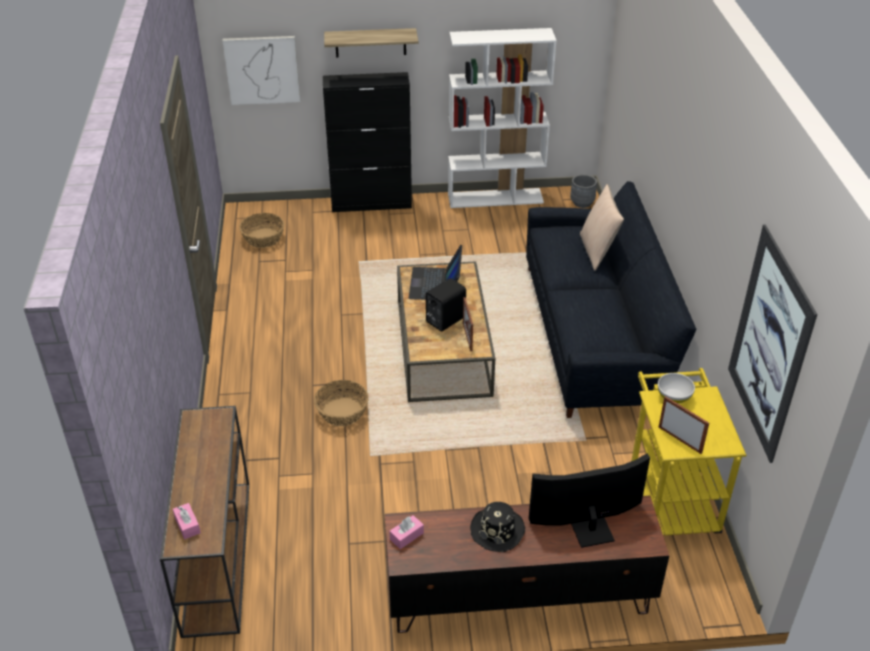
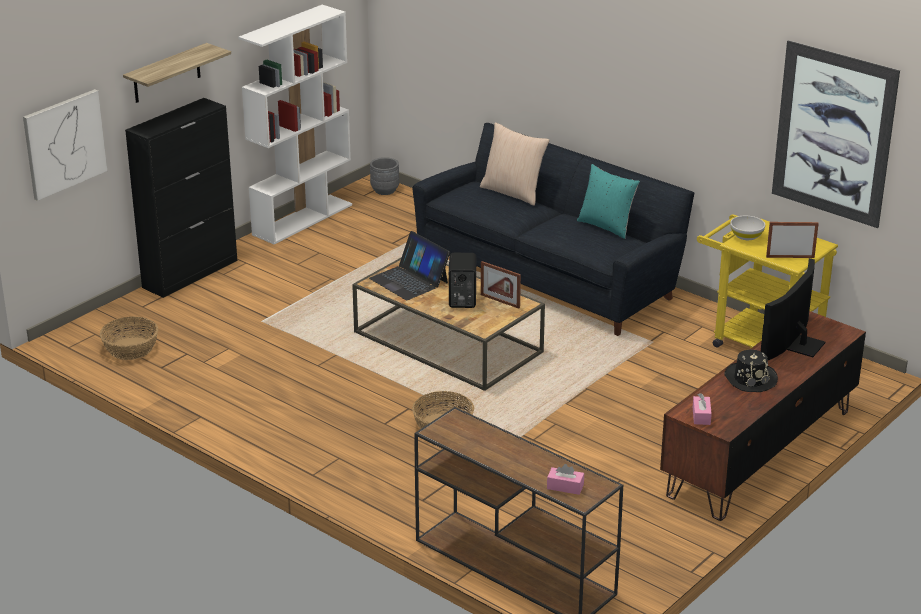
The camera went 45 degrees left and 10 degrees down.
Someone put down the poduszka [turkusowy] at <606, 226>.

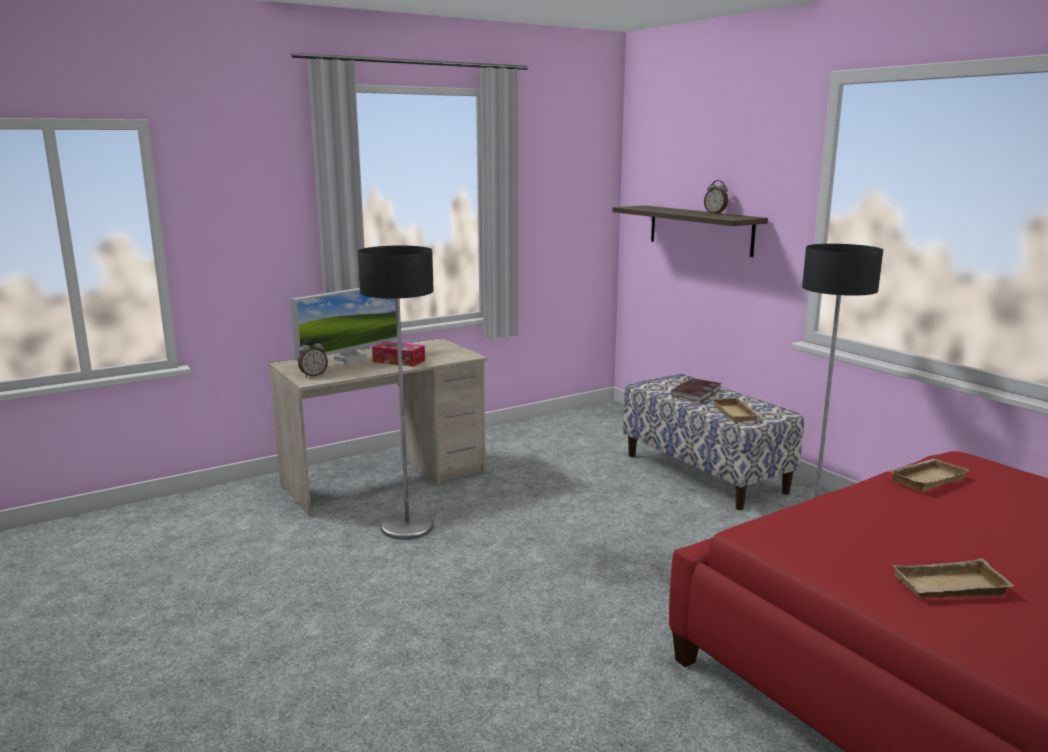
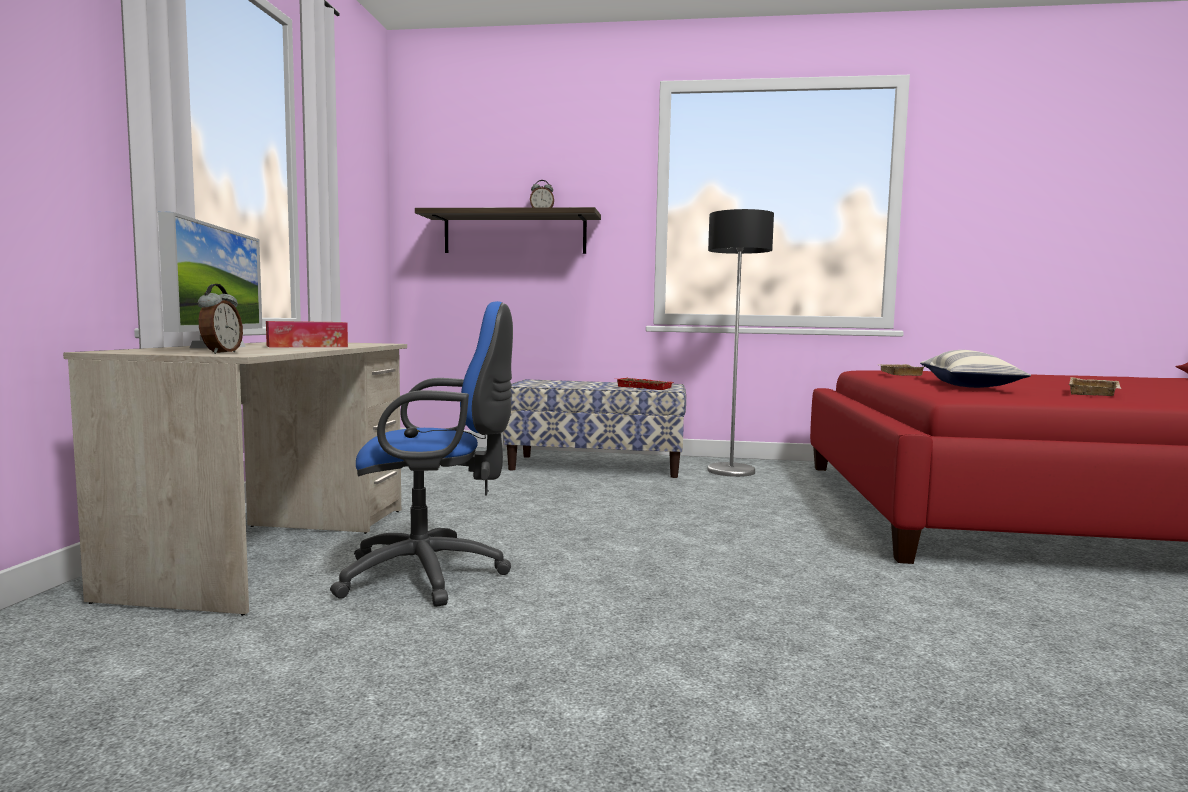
The camera went 50 degrees left and 10 degrees down.
Someone swapped the lampa stojąca at <407, 527> for the krzesło biurowe [niebieski] at <432, 575>.
Someone took away the książka at <696, 393>.
Someone repainted the taca [beżowy] at <737, 414>, which became the taca [czerwony] at <646, 387>.
Someone put down the poduszka at <968, 385>.

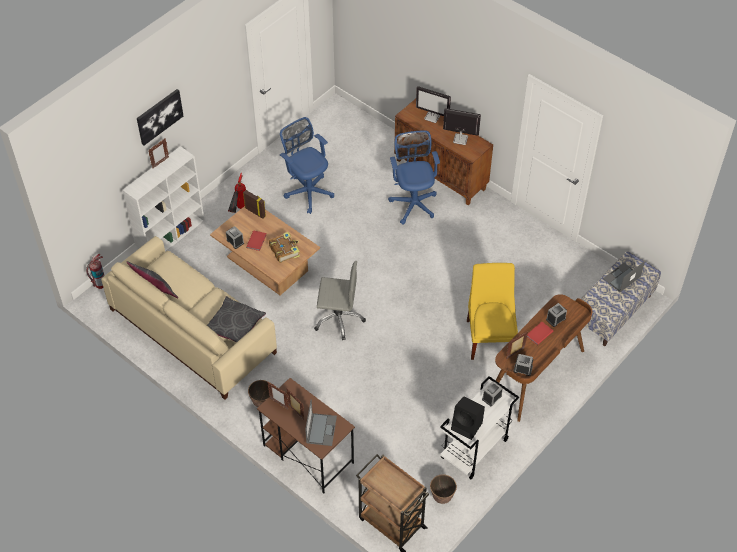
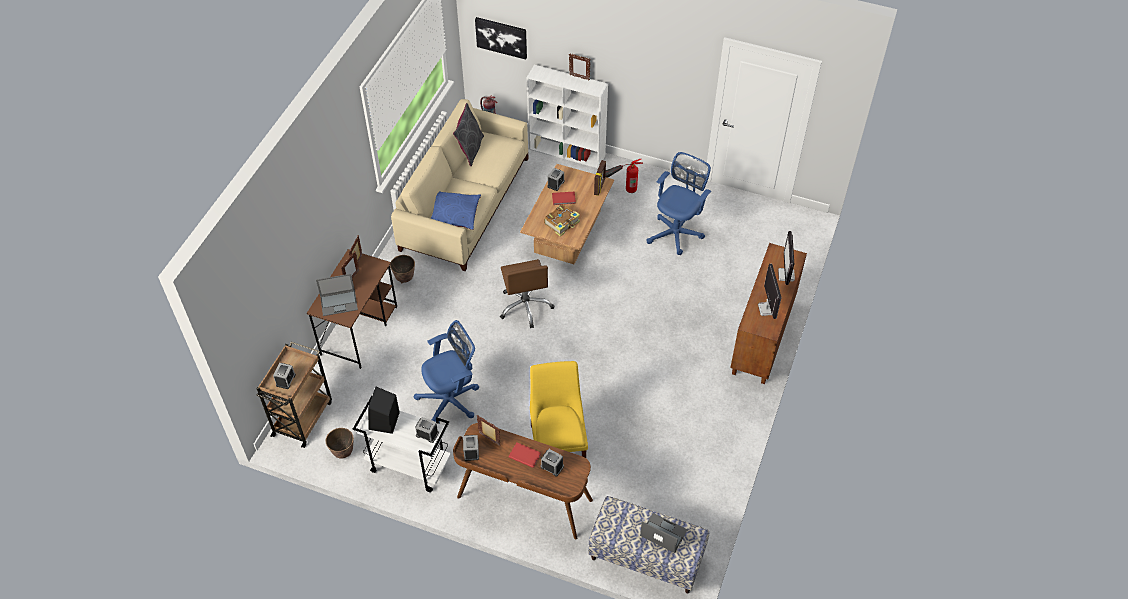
The camera went 70 degrees right and 0 degrees up.
Someone carried the obraz from <159, 116> to <501, 37>.
Someone repainted the poduszka [szary] at <234, 325>, which became the poduszka [niebieski] at <454, 214>.
Someone repainted the krzesło biurowe [szary] at <338, 318>, which became the krzesło biurowe [brązowy] at <525, 306>.
Someone carried the krzesło biurowe [niebieski] from <413, 203> to <451, 400>.
Someone rotated the krzesło [żółty] at <490, 336> by 75 degrees counterclockwise.
Someone put down the budzik at <285, 380>.

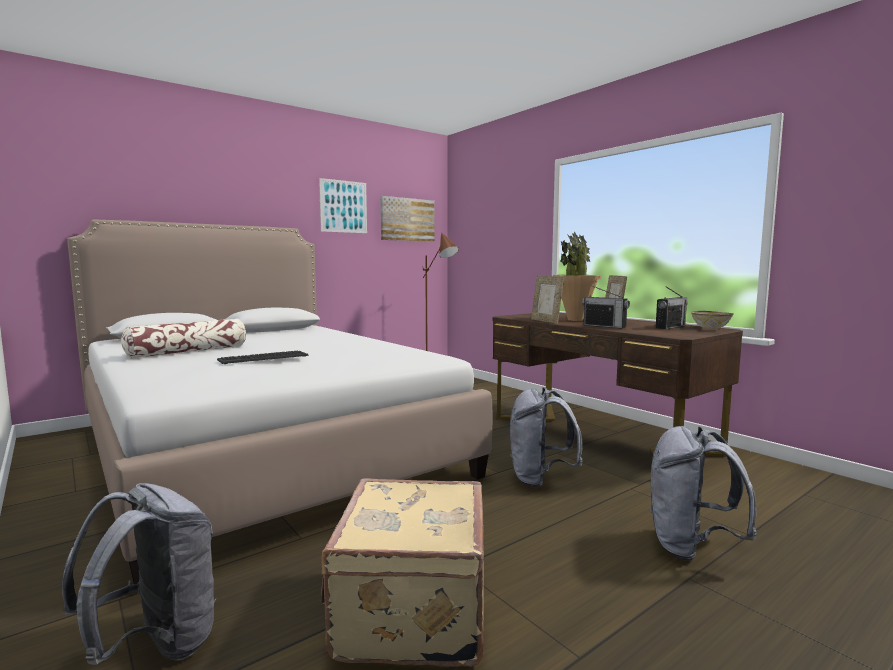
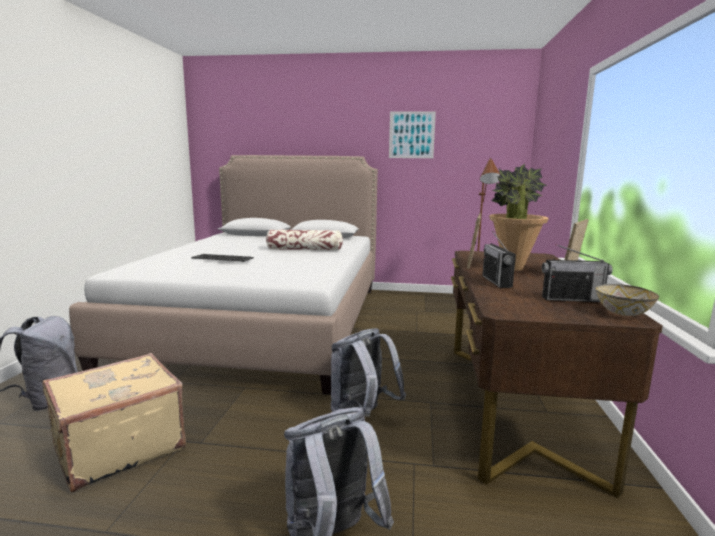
The camera went 45 degrees right and 5 degrees up.
Someone carried the poduszka from <189, 351> to <304, 249>.
Someone took away the obraz at <407, 219>.

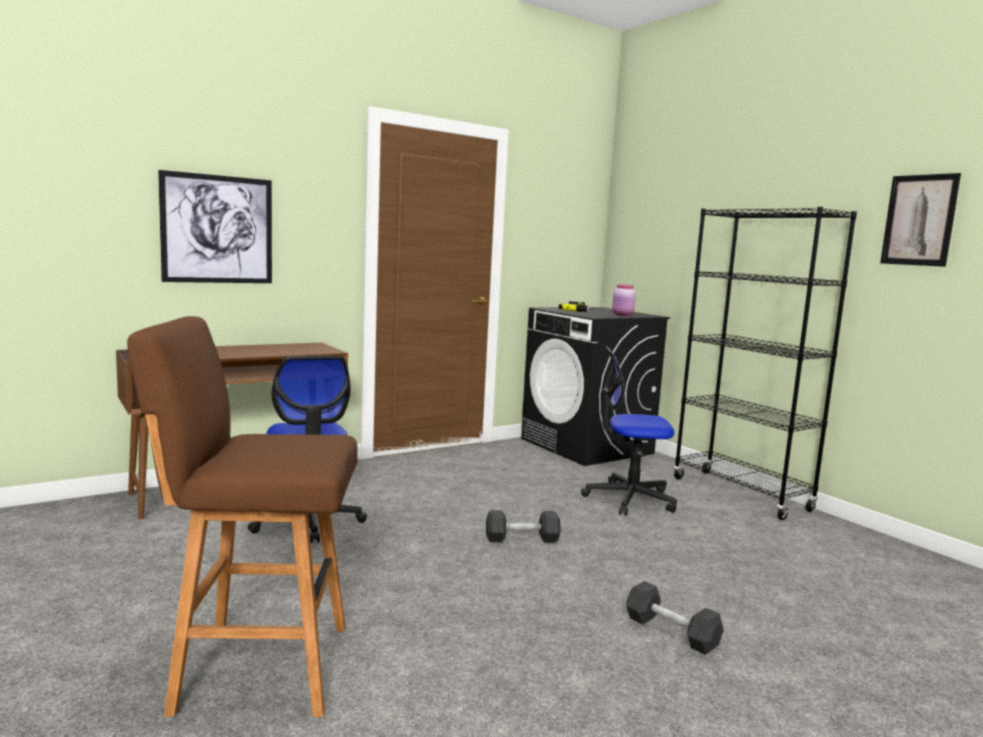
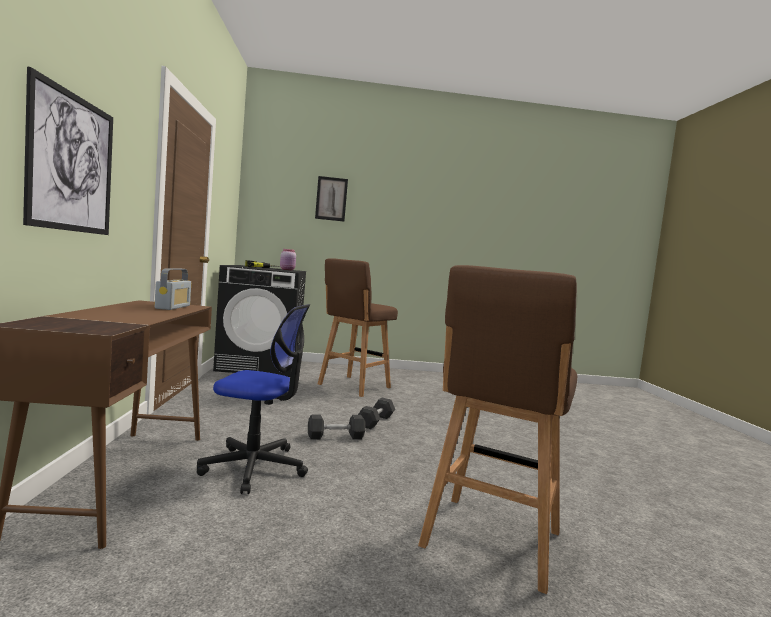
The camera went 60 degrees left and 5 degrees down.
Someone swapped the krzesło biurowe at <629, 499> for the stołek [brązowy] at <352, 386>.
Someone carried the hantel [szary] from <671, 632> to <335, 437>.
Someone took away the regał [czarny] at <741, 494>.
Someone carried the obraz from <919, 220> to <331, 199>.
Someone put down the radio at <173, 307>.

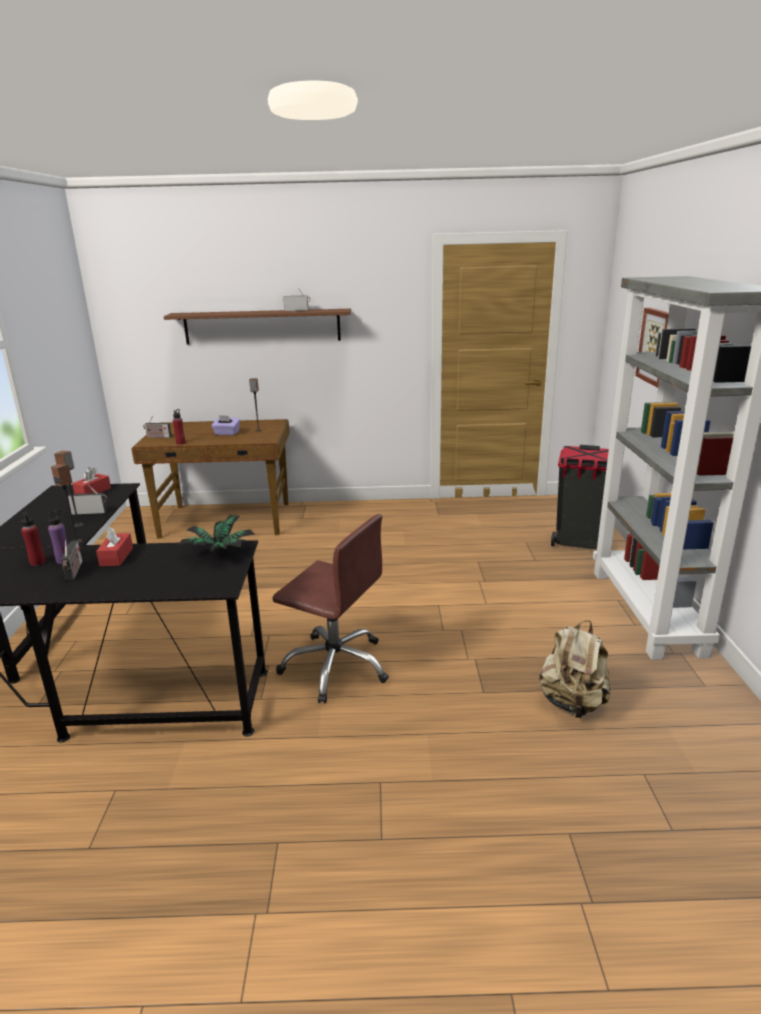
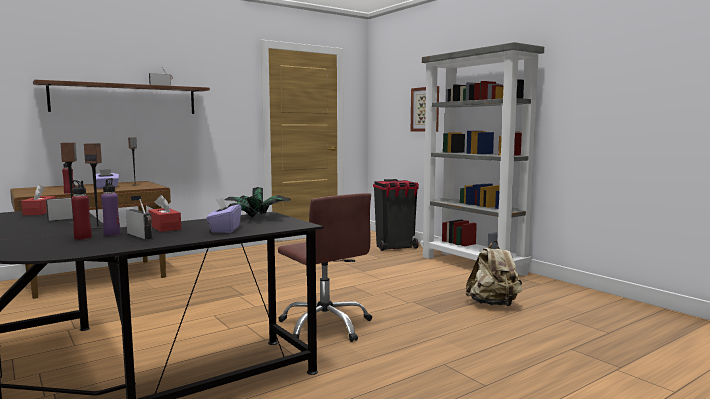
The camera went 35 degrees left and 15 degrees down.
Someone took away the radio at <158, 437>.
Someone rotated the krzesło biurowe [brązowy] at <336, 666> by 60 degrees clockwise.
Someone put down the pudełko chusteczek [fioletowy] at <224, 229>.

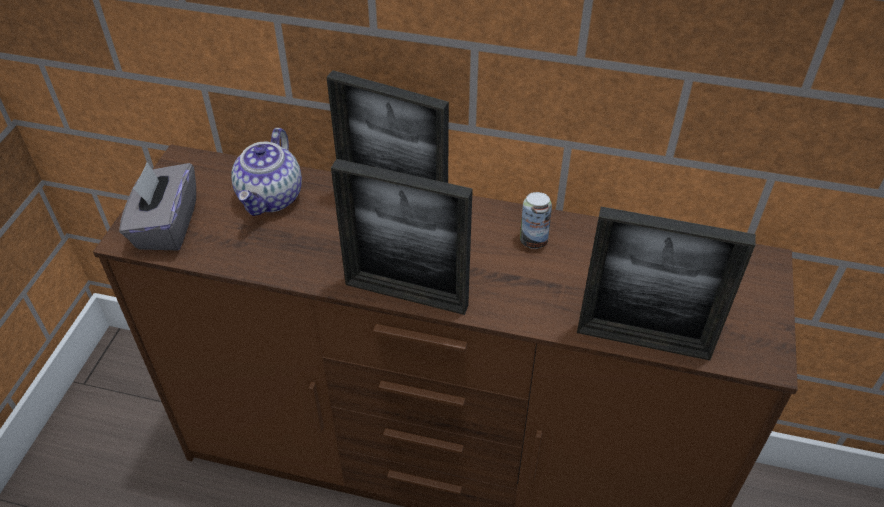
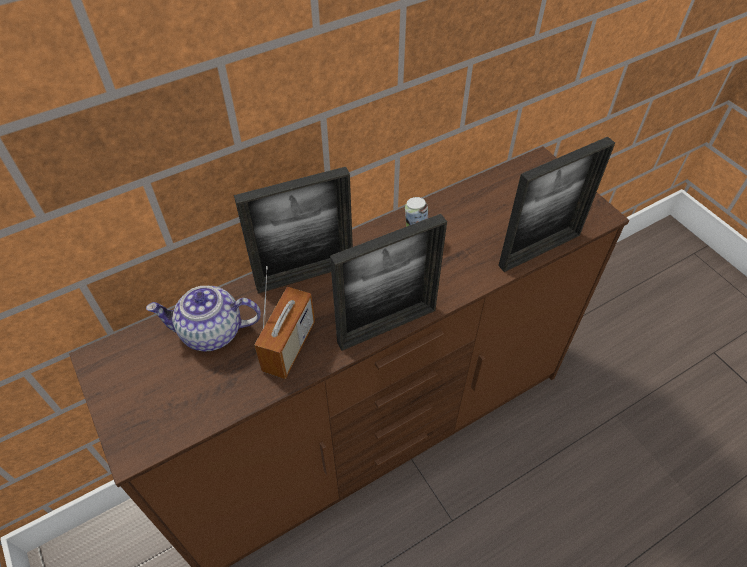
The camera went 45 degrees left and 5 degrees up.
Someone took away the pudełko chusteczek [szary] at <166, 226>.
Someone rotated the imbryk at <271, 198> by 120 degrees clockwise.
Someone put down the radio at <289, 347>.

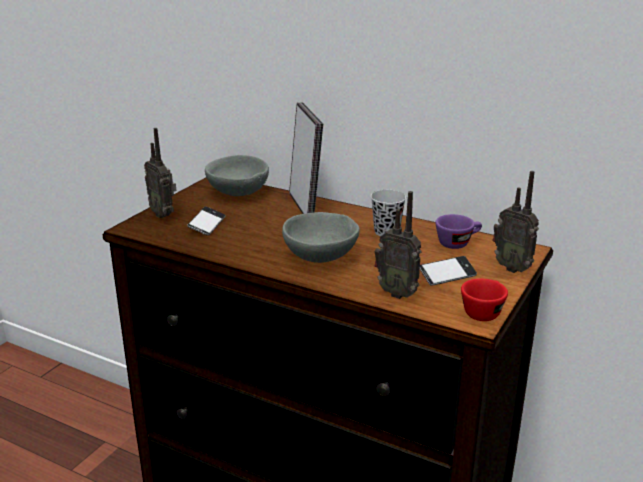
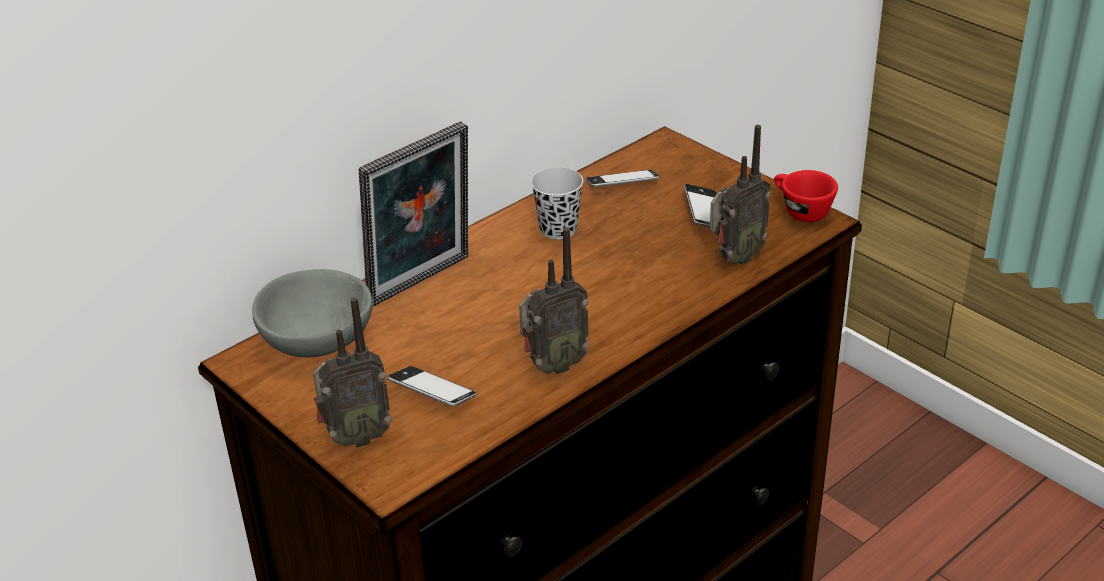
The camera went 70 degrees left and 10 degrees up.
Someone took away the miska [szary] at <320, 257>.
Someone rotated the ramka na zdjęcie at <305, 206> by 135 degrees clockwise.
Someone swapped the filiżanka [fioletowy] at <458, 243> for the telefon at <622, 184>.
Someone carried the radio from <512, 267> to <553, 366>.

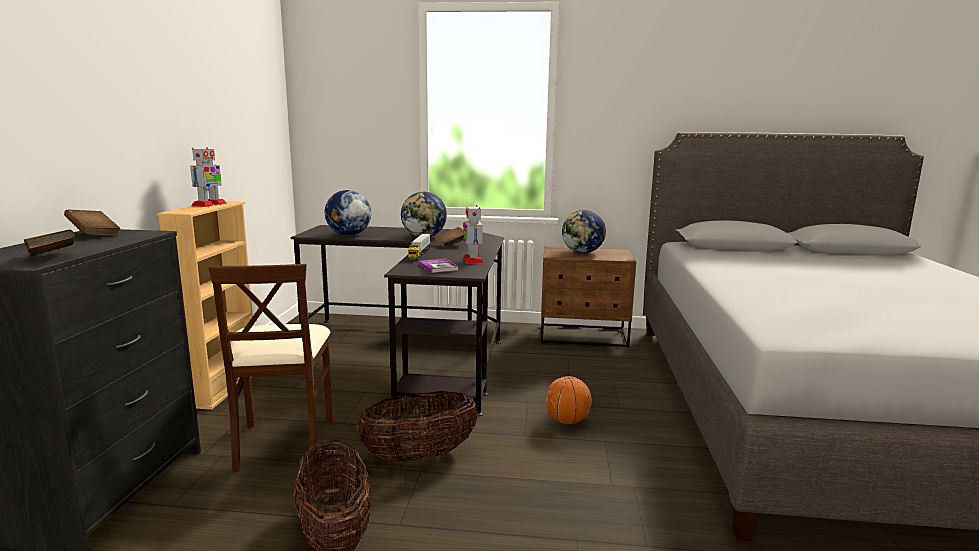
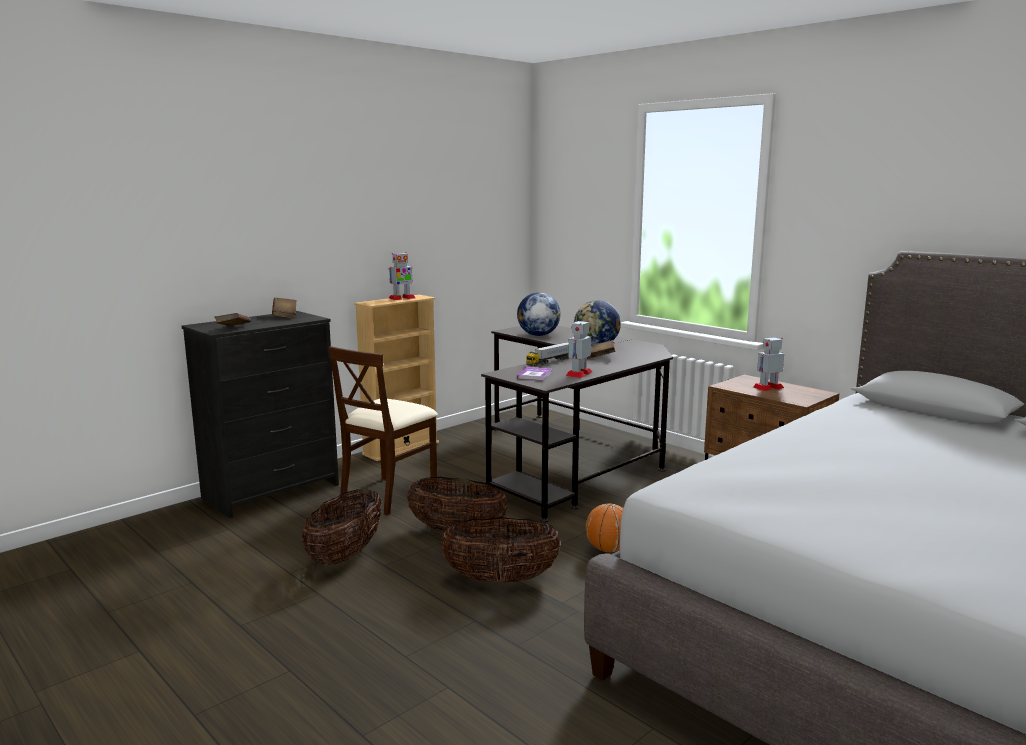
The camera went 40 degrees right and 0 degrees up.
Someone swapped the globus at <582, 252> for the robot zabawkowy at <768, 387>.
Someone put down the koszyk at <501, 579>.

